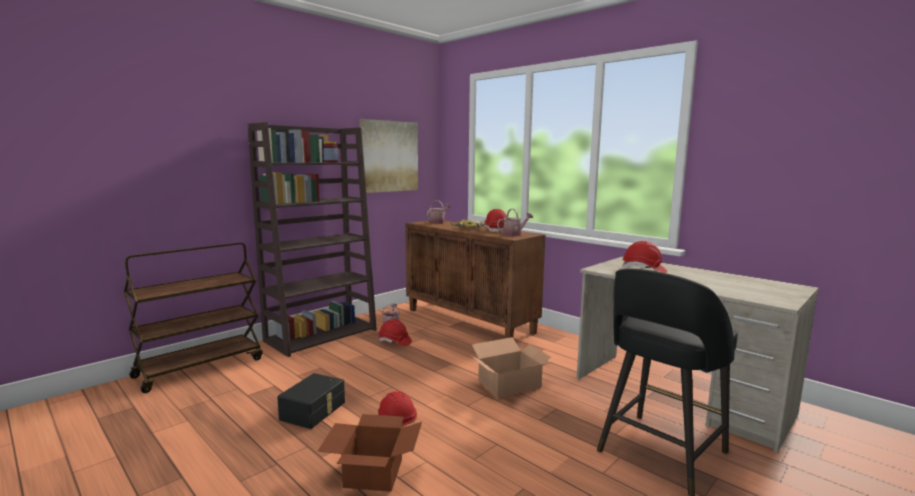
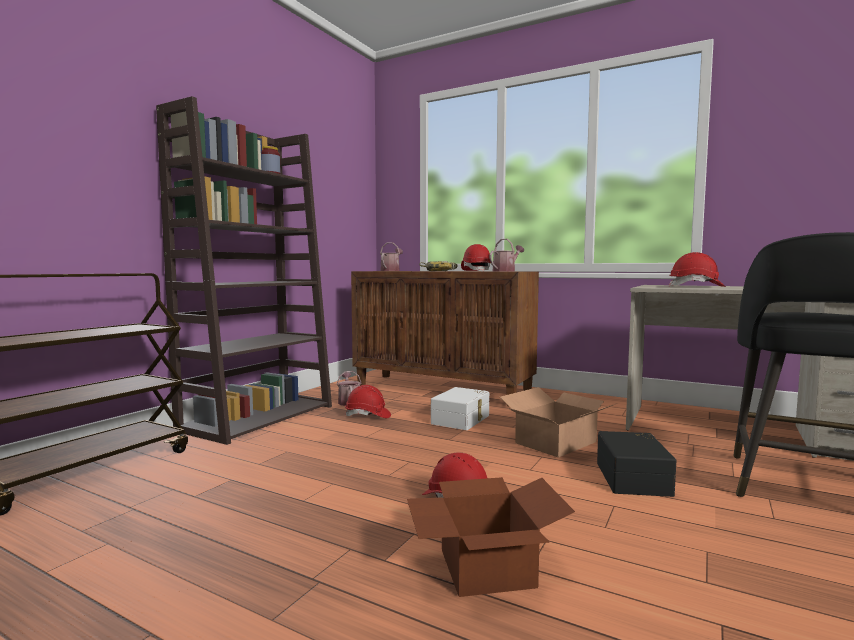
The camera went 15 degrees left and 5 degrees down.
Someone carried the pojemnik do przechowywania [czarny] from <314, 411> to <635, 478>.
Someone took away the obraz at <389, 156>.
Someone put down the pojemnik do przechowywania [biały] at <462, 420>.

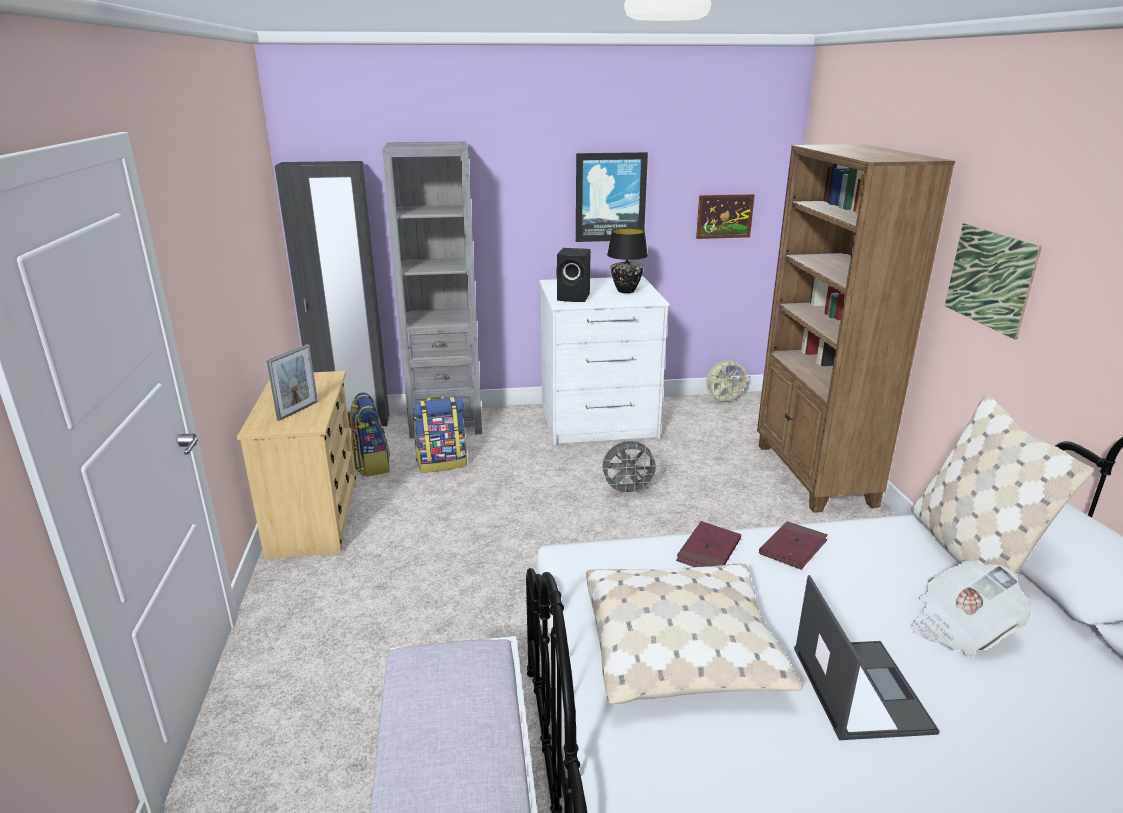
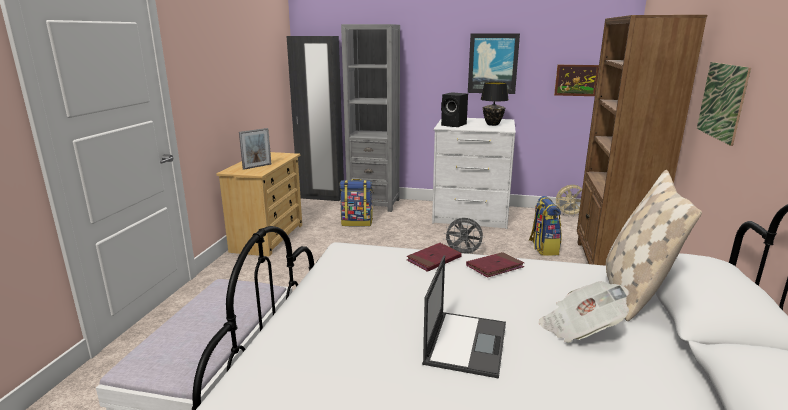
The camera went 20 degrees right and 5 degrees down.
Someone carried the plecak from <371, 464> to <543, 248>.
Someone took away the poduszka [beżowy] at <682, 648>.

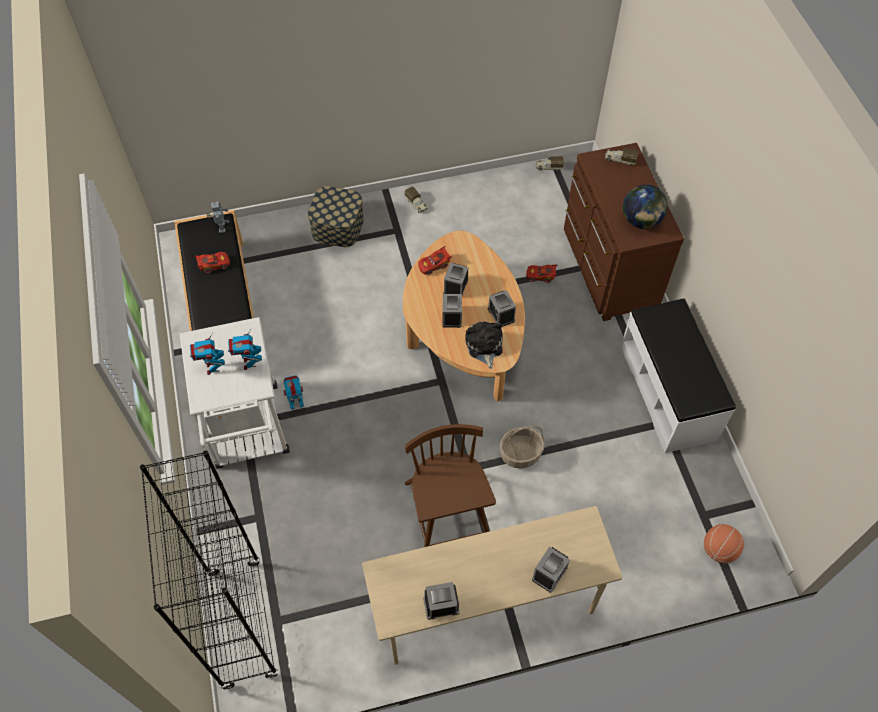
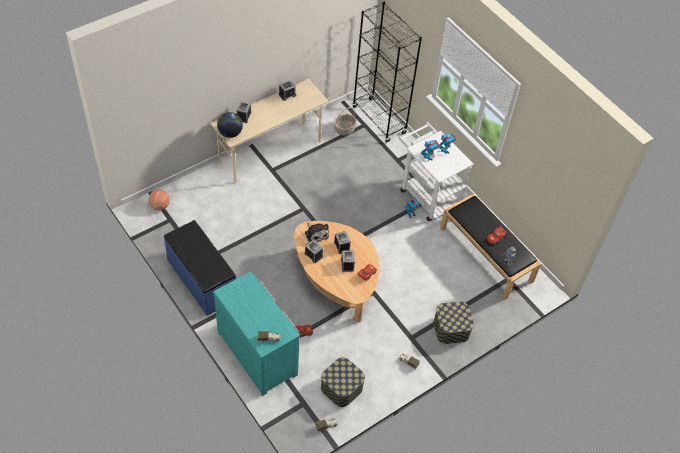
The camera went 155 degrees right and 5 degrees down.
Someone took away the krzesło [brązowy] at <447, 515>.
Someone carried the koszyk from <520, 454> to <344, 129>.
Someone repainted the komoda [brązowy] at <607, 269>, which became the komoda [turkusowy] at <259, 351>.
Someone repainted the ławka [biały] at <668, 392>, which became the ławka [niebieski] at <201, 279>.
Someone carried the globus from <640, 221> to <230, 133>.
Someone put down the pojemnik do przechowywania at <341, 387>.

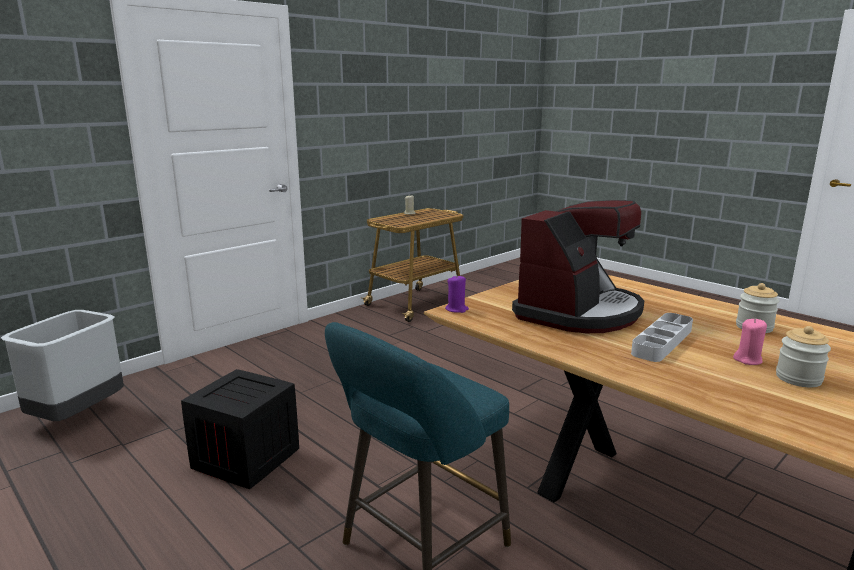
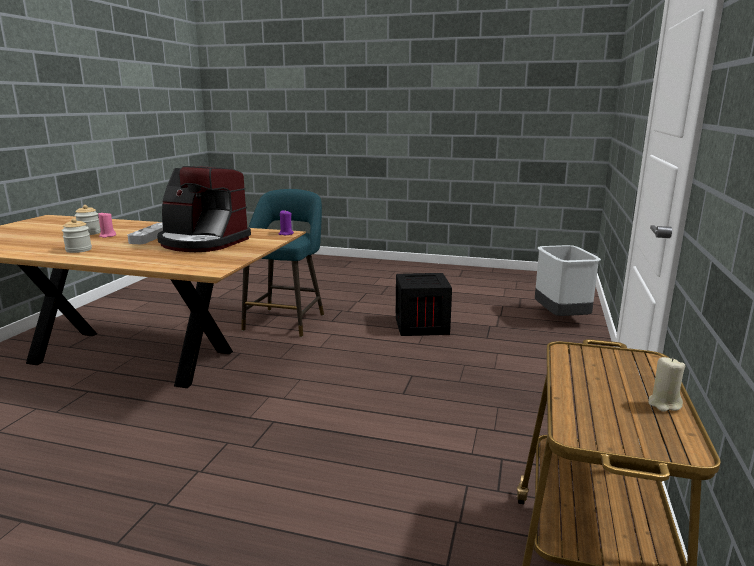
The camera went 150 degrees right and 0 degrees up.
Someone rotated the ekspres do kawy at <579, 312> by 75 degrees counterclockwise.

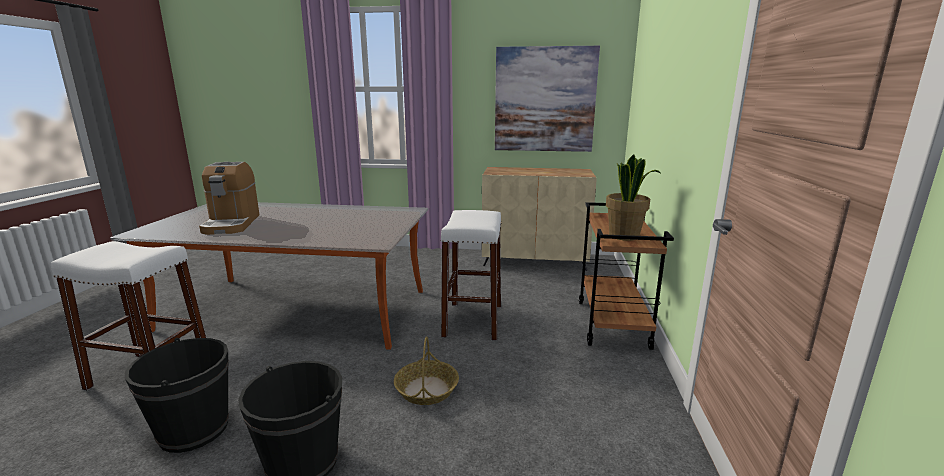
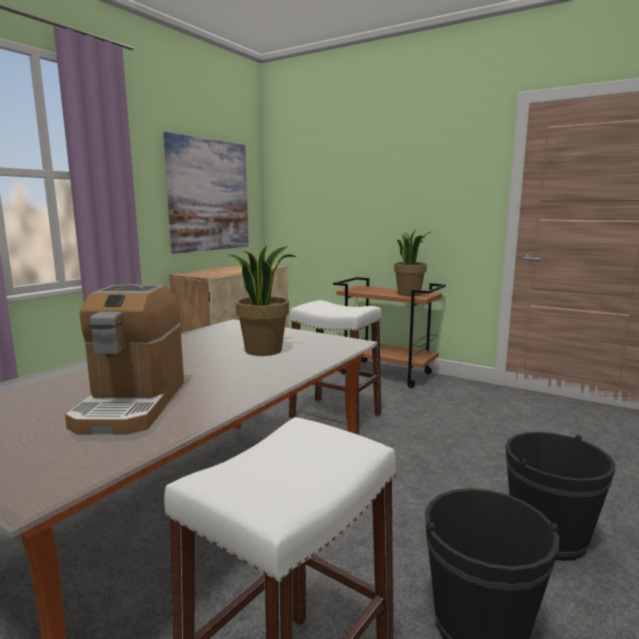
The camera went 65 degrees left and 5 degrees down.
Someone rotated the ekspres do kawy at <232, 224> by 75 degrees clockwise.
Someone took away the koszyk at <427, 390>.
Someone put down the roślina doniczkowa at <263, 350>.

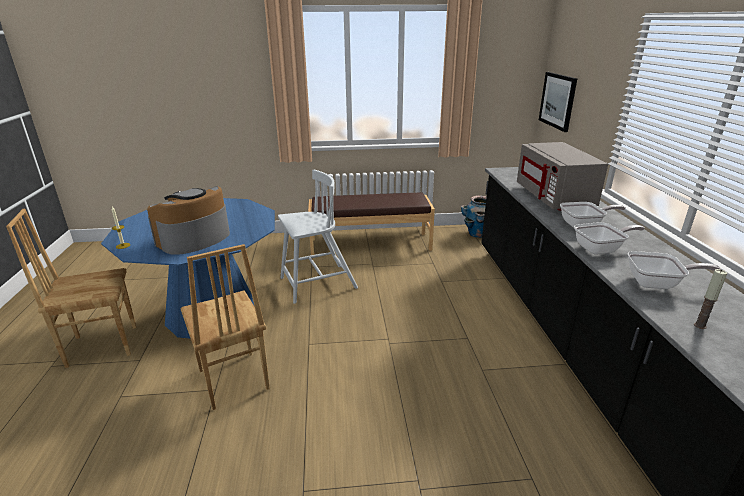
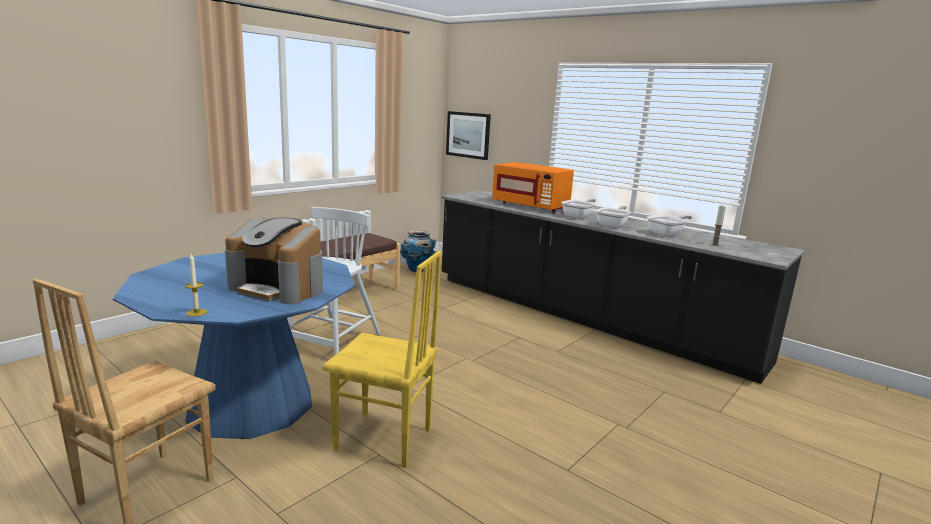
The camera went 45 degrees left and 10 degrees down.
Someone rotated the ekspres do kawy at <194, 239> by 60 degrees counterclockwise.
Someone repainted the krzesło [brązowy] at <232, 380>, which became the krzesło [żółty] at <383, 441>.
Someone repainted the mikrofalówka [szary] at <554, 198>, which became the mikrofalówka [pomarańczowy] at <531, 206>.

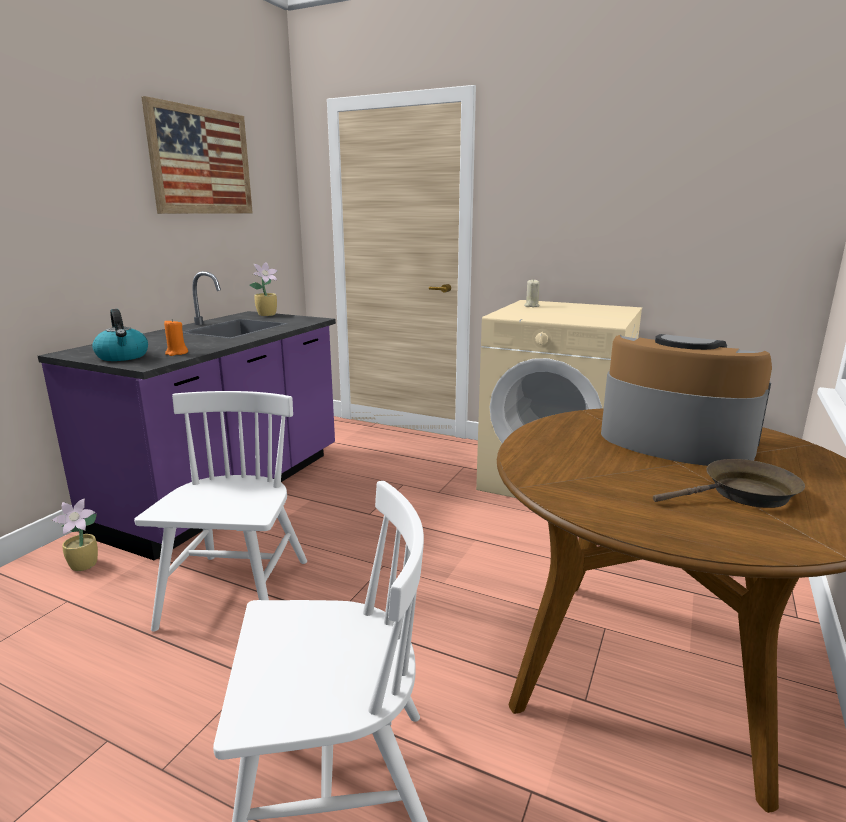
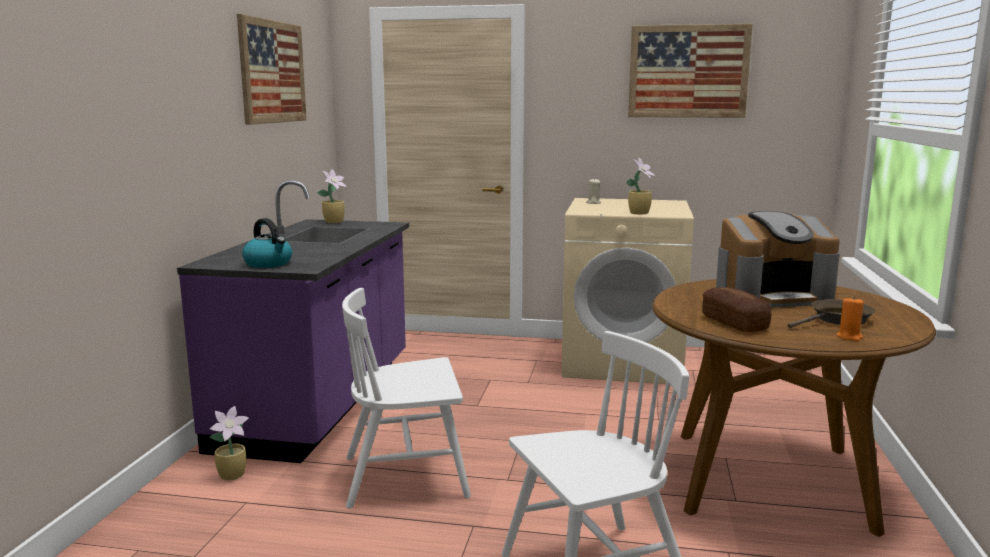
The camera went 15 degrees left and 5 degrees down.
Someone rotated the krzesło [biały] at <237, 594> by 90 degrees counterclockwise.
Someone carried the świeca [pomarańczowy] from <176, 353> to <849, 337>.
Someone rotated the ekspres do kawy at <675, 440> by 150 degrees clockwise.
Someone put down the roślina doniczkowa at <640, 213>.
Someone put up the obraz at <688, 71>.
Someone put down the chleb at <734, 323>.

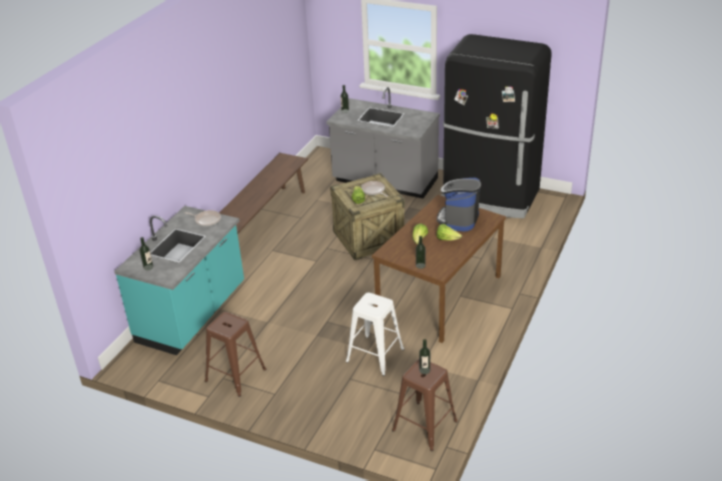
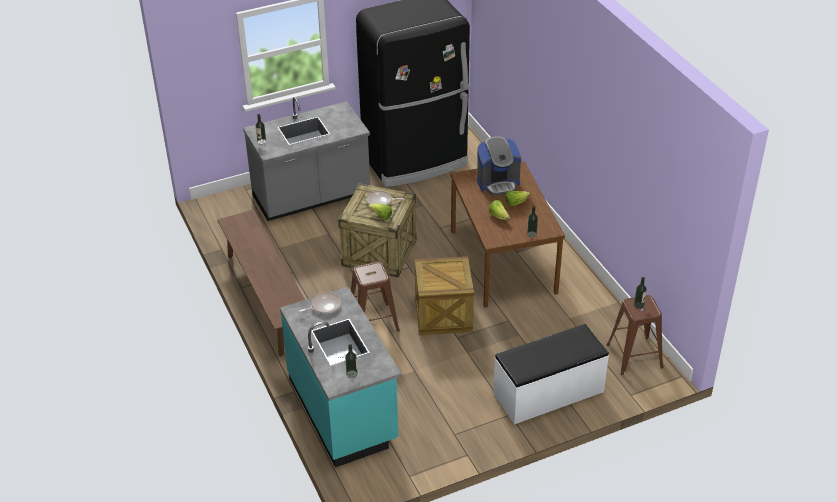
The camera went 50 degrees left and 5 degrees up.
Someone carried the stołek [brązowy] from <234, 375> to <372, 322>.
Someone took away the stołek [biały] at <374, 355>.
Someone rotated the ekspres do kawy at <458, 219> by 75 degrees counterclockwise.
Someone put down the skrzynka at <443, 315>.
Someone put down the ławka [biały] at <549, 393>.

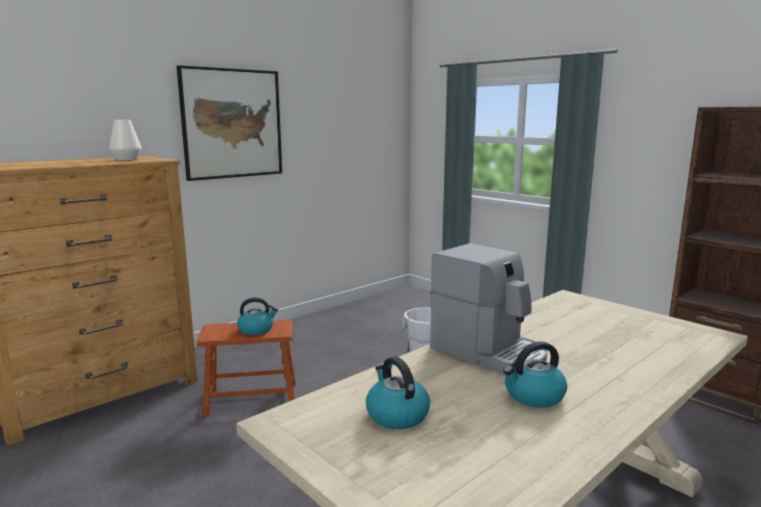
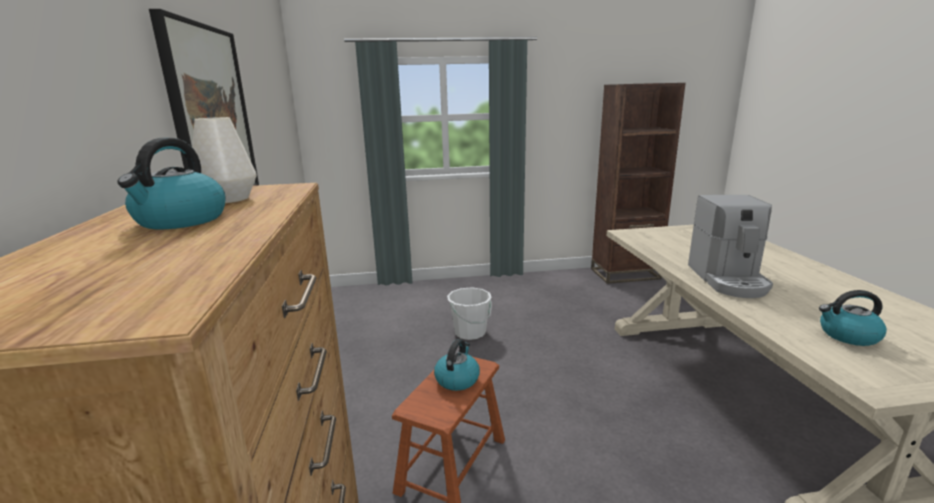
The camera went 55 degrees left and 5 degrees up.
Someone rotated the ekspres do kawy at <489, 353> by 105 degrees clockwise.
Someone carried the czajnik from <533, 396> to <181, 220>.

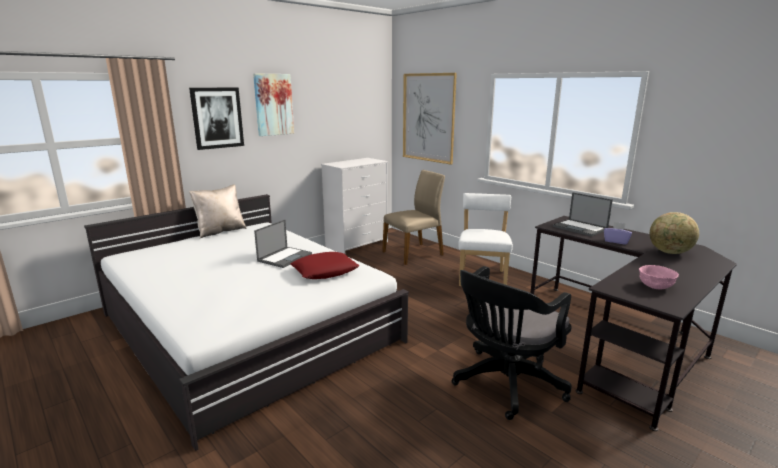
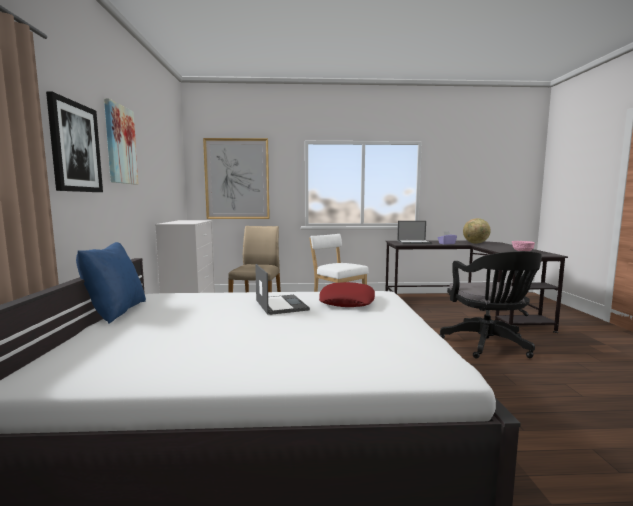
The camera went 50 degrees left and 10 degrees down.
Someone repainted the poduszka [beżowy] at <220, 231>, which became the poduszka [niebieski] at <115, 312>.

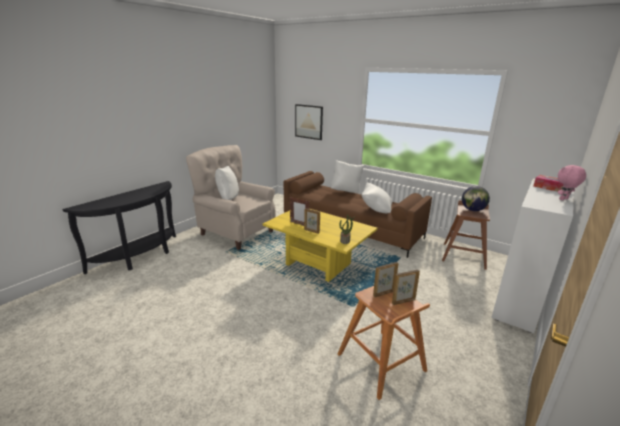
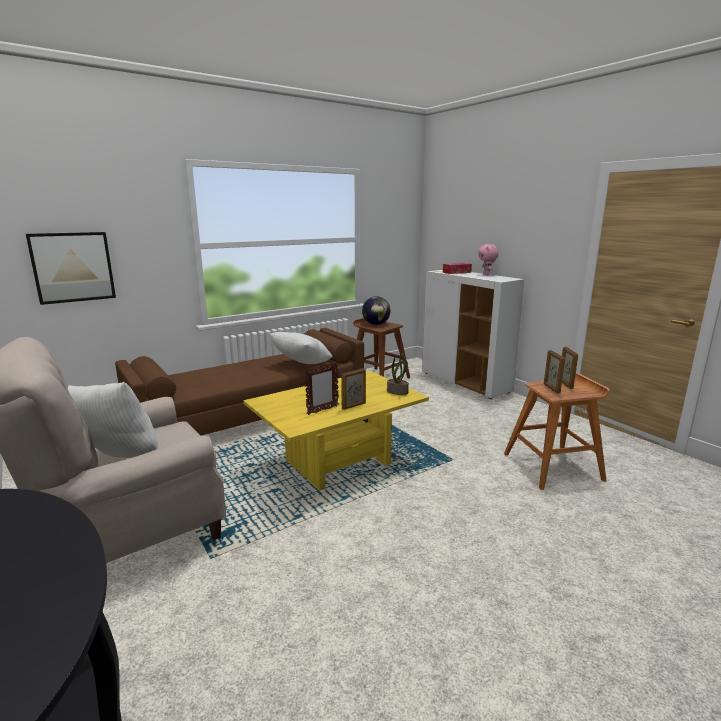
The camera went 70 degrees left and 5 degrees down.
Someone took away the poduszka [biały] at <346, 191>.

